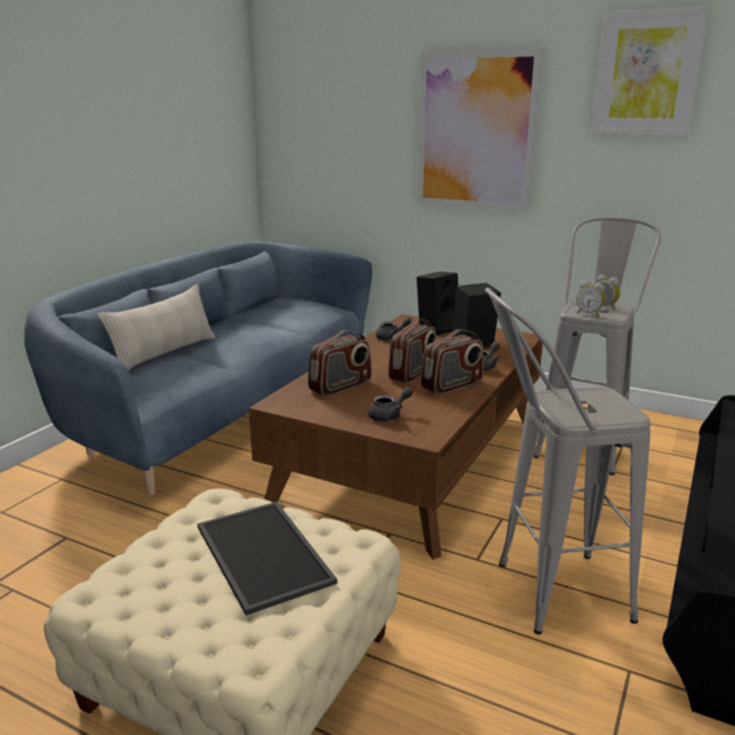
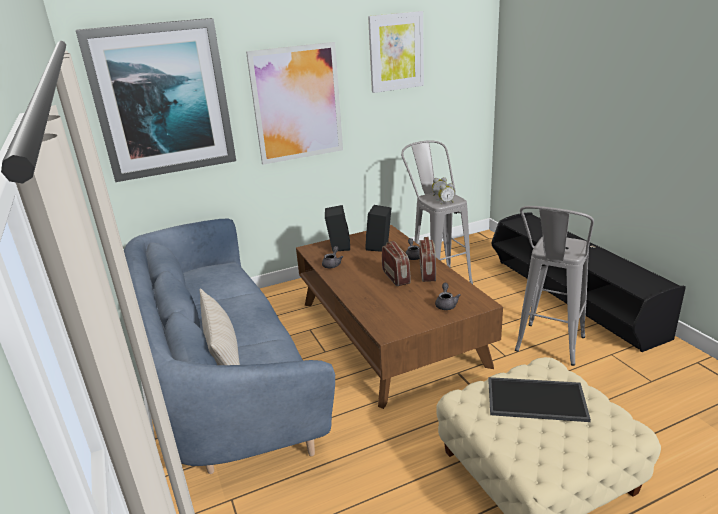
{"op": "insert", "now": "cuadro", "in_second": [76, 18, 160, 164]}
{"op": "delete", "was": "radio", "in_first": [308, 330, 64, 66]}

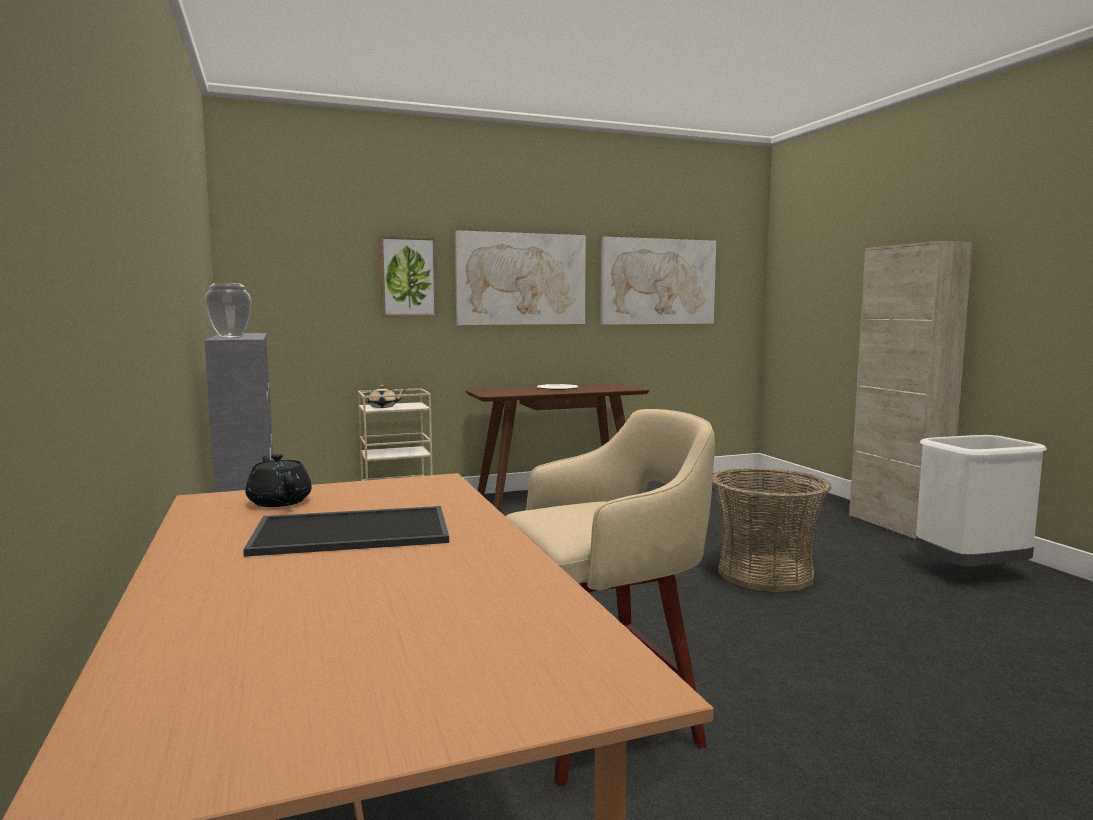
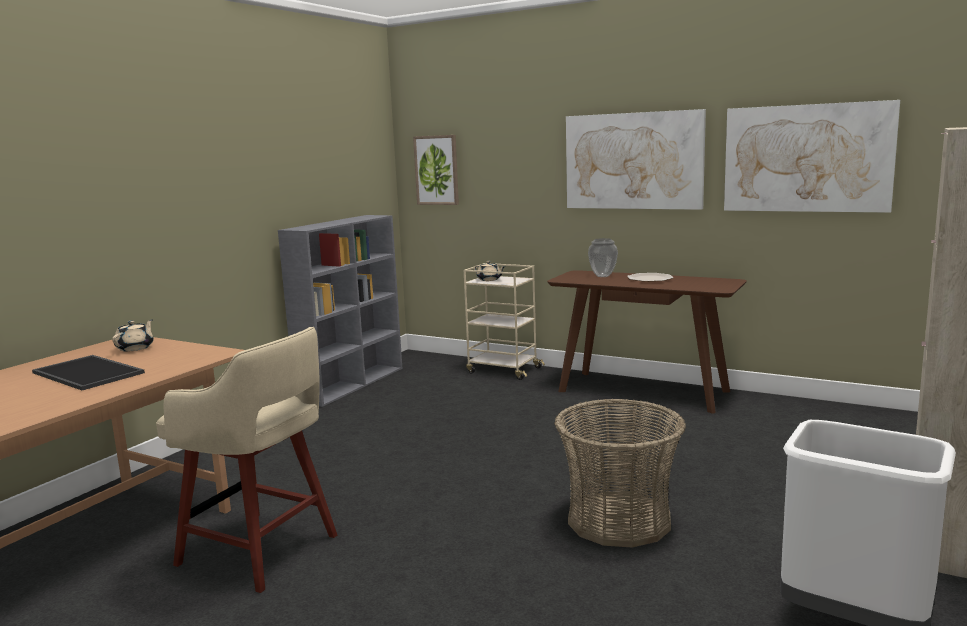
{"op": "recolor", "was": "tetera (negro)", "now": "tetera (beis)", "in_first": [245, 454, 67, 53], "in_second": [112, 319, 42, 32]}
{"op": "move", "was": "cuadro", "in_first": [379, 235, 59, 82], "in_second": [413, 135, 46, 70]}
{"op": "move", "was": "florero", "in_first": [205, 283, 47, 55], "in_second": [588, 238, 30, 39]}

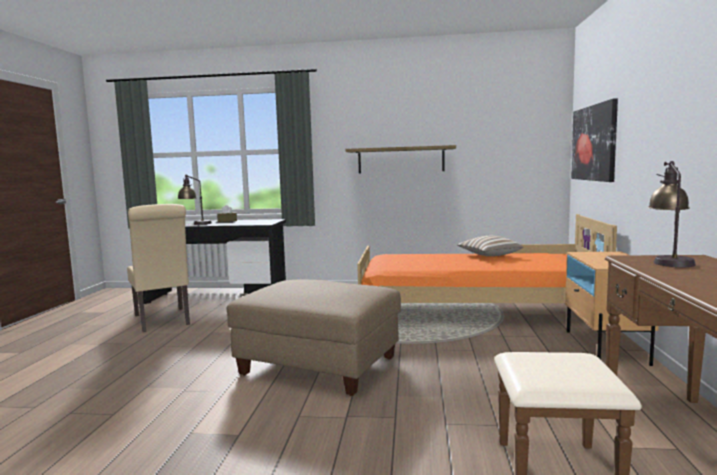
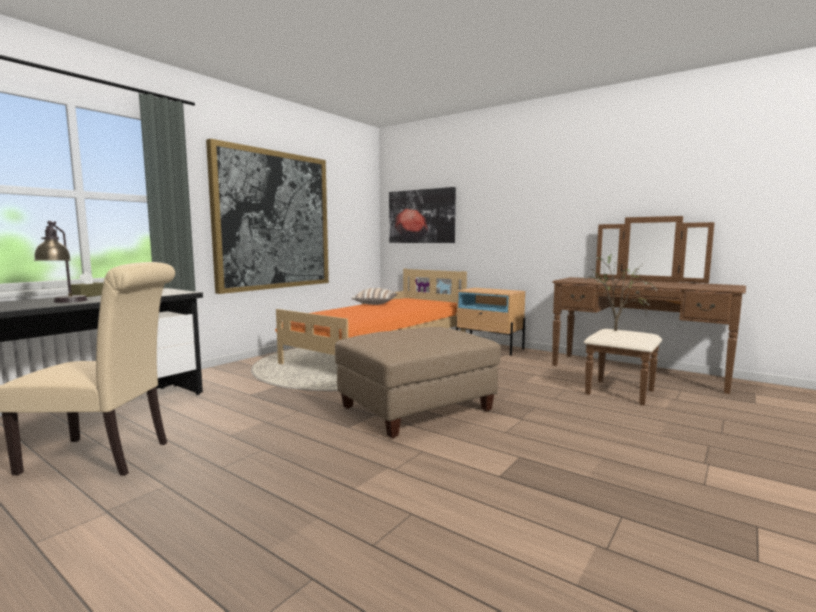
{"op": "replace", "was": "estante", "now": "cuadro", "in_first": [345, 145, 111, 29], "in_second": [206, 139, 123, 155]}
{"op": "insert", "now": "planta en maceta", "in_second": [581, 252, 76, 79]}
{"op": "delete", "was": "lámpara de mesa", "in_first": [648, 161, 48, 106]}

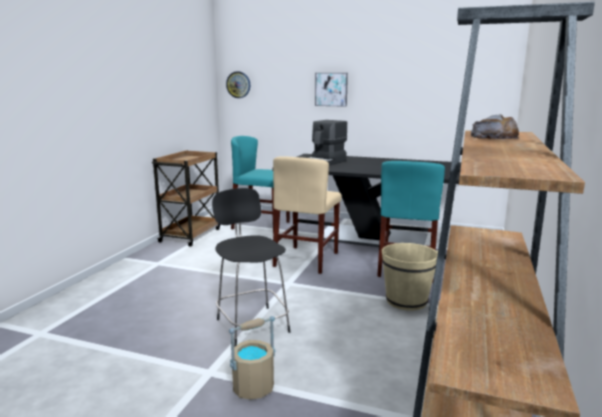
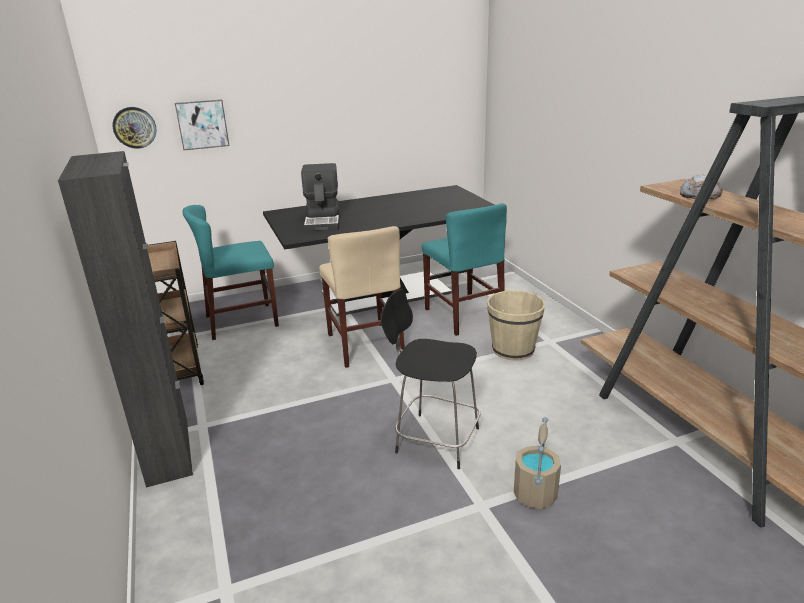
{"op": "insert", "now": "armario (negro)", "in_second": [58, 151, 135, 337]}
{"op": "move", "was": "cuadro", "in_first": [315, 73, 33, 34], "in_second": [175, 100, 54, 50]}

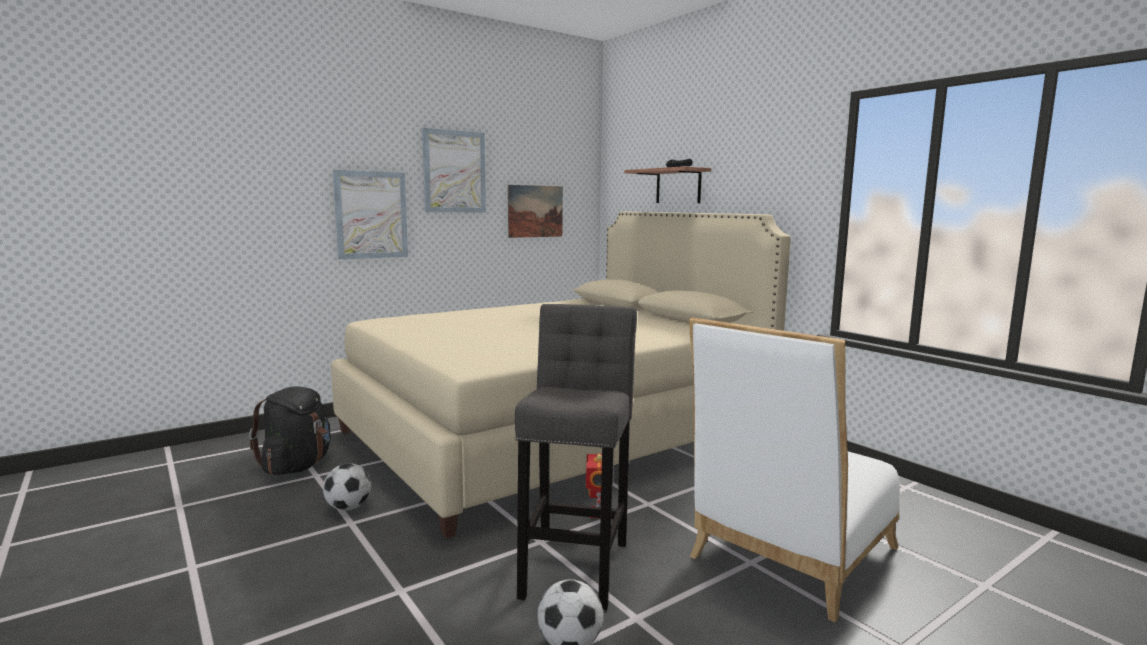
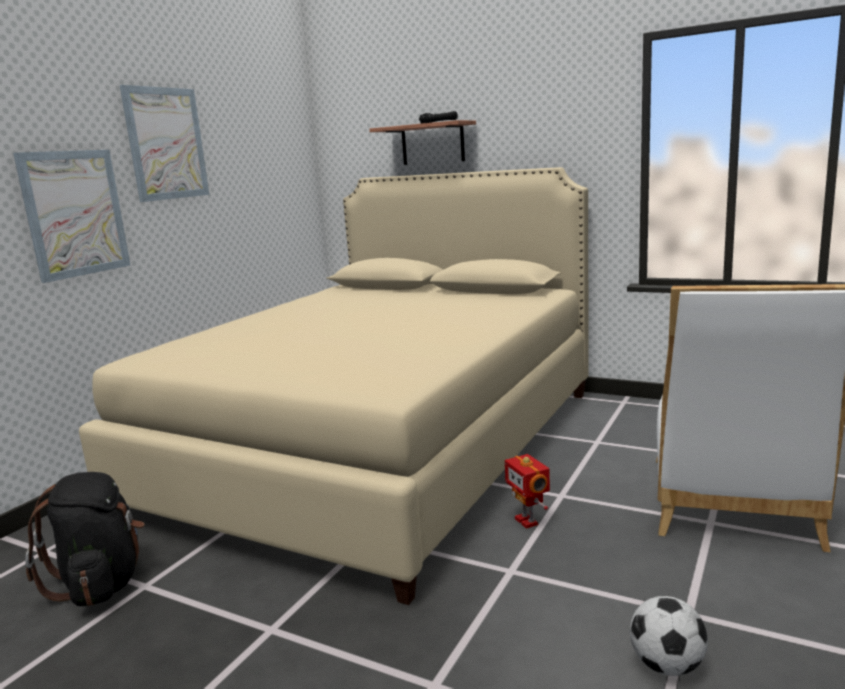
{"op": "delete", "was": "balón de fútbol", "in_first": [323, 463, 48, 47]}
{"op": "delete", "was": "cuadro", "in_first": [508, 185, 55, 53]}
{"op": "delete", "was": "taburete (gris)", "in_first": [515, 304, 122, 306]}

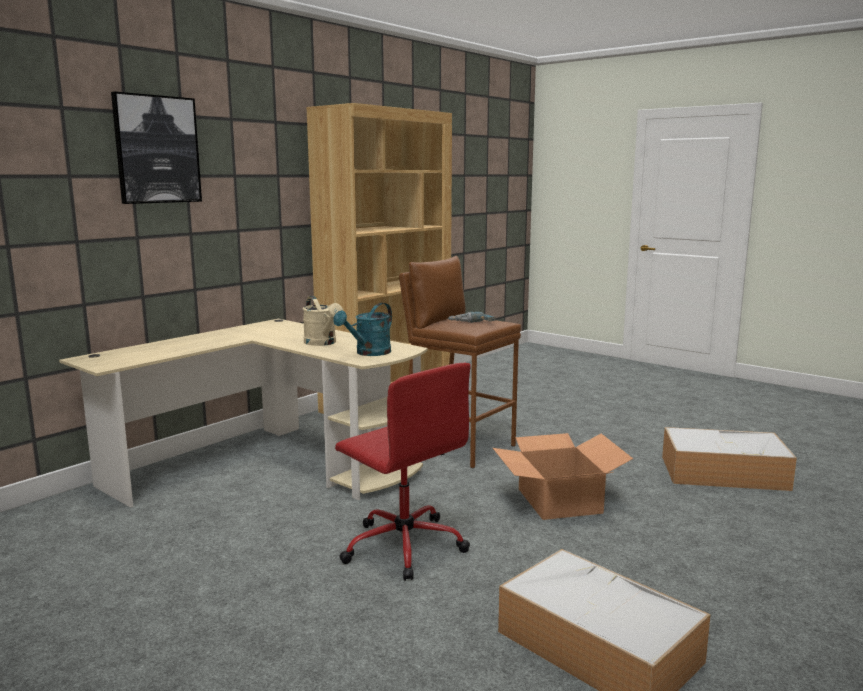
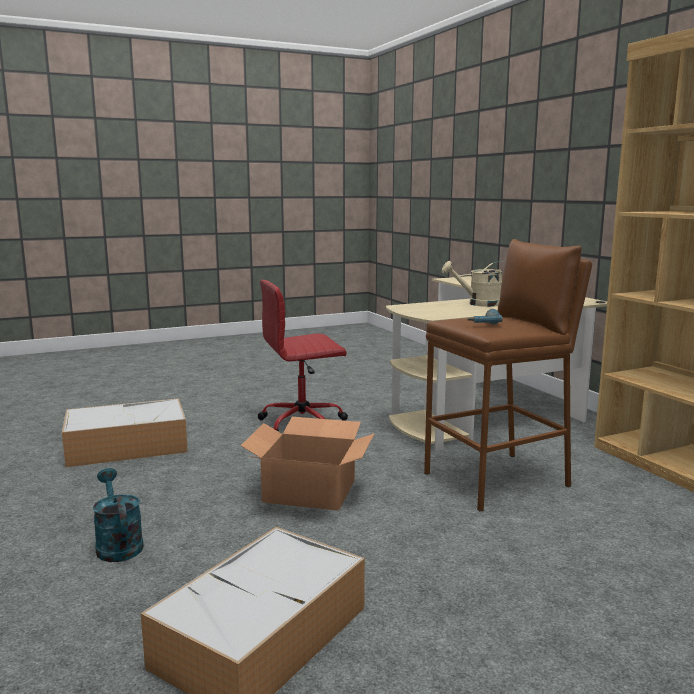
{"op": "move", "was": "regadera (turquesa)", "in_first": [333, 303, 59, 53], "in_second": [93, 468, 51, 94]}
{"op": "delete", "was": "cuadro", "in_first": [111, 92, 91, 112]}

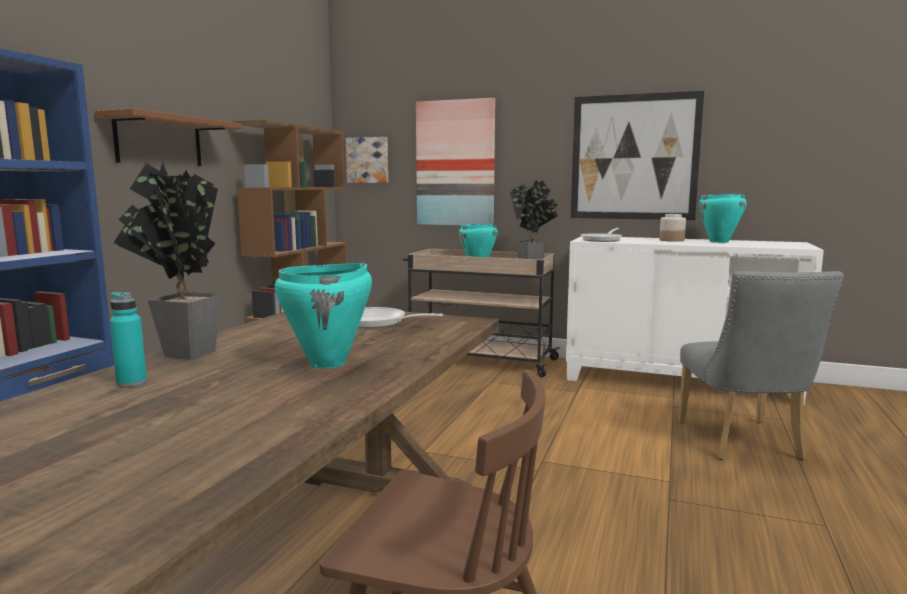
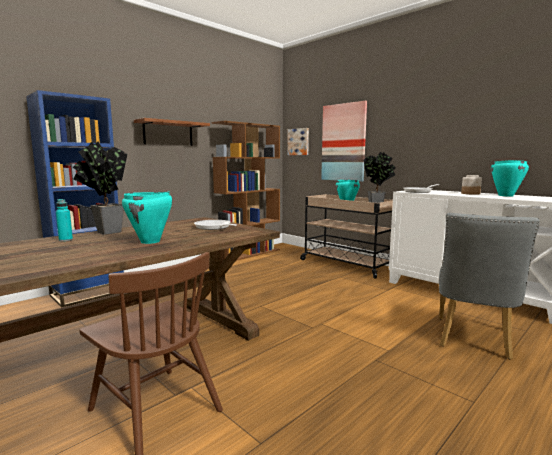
{"op": "delete", "was": "cuadro", "in_first": [571, 91, 133, 129]}

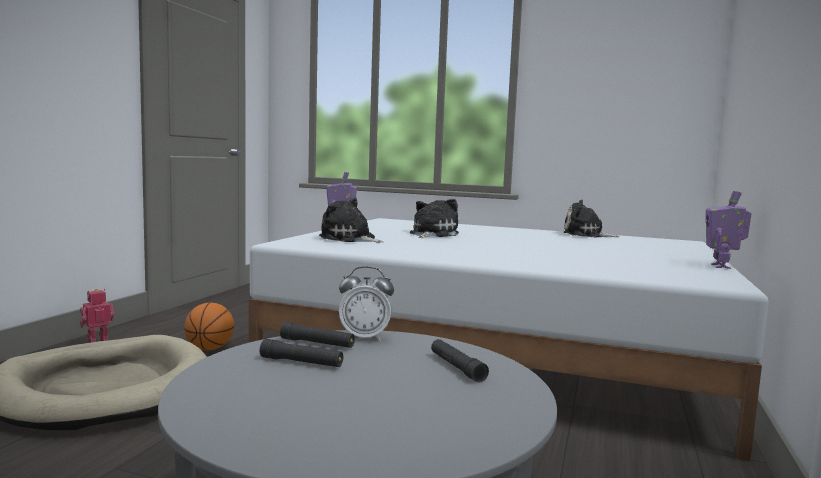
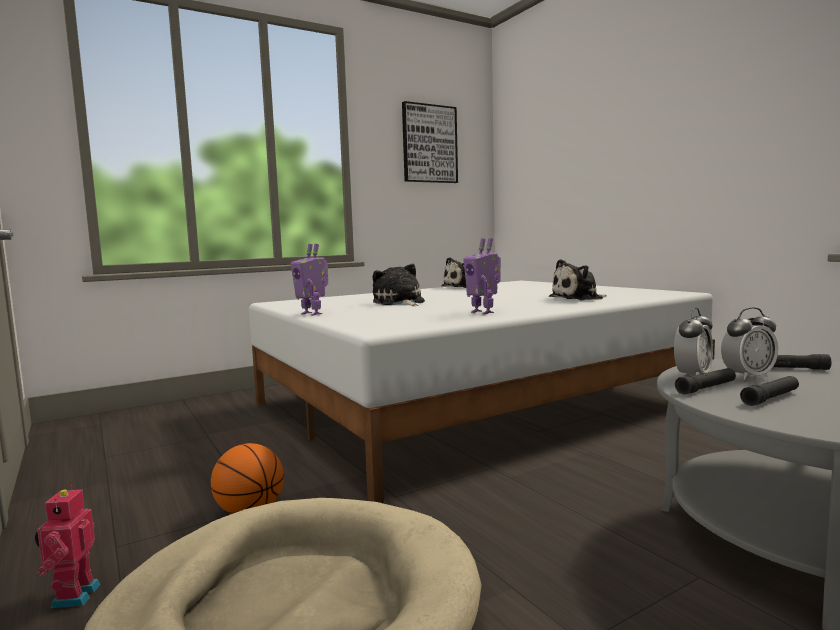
{"op": "insert", "now": "cuadro", "in_second": [402, 101, 56, 82]}
{"op": "move", "was": "robot de juguete", "in_first": [706, 191, 46, 78], "in_second": [463, 238, 38, 76]}
{"op": "move", "was": "peluche", "in_first": [319, 198, 65, 45], "in_second": [549, 259, 57, 41]}
{"op": "insert", "now": "despertador", "in_second": [721, 307, 57, 73]}

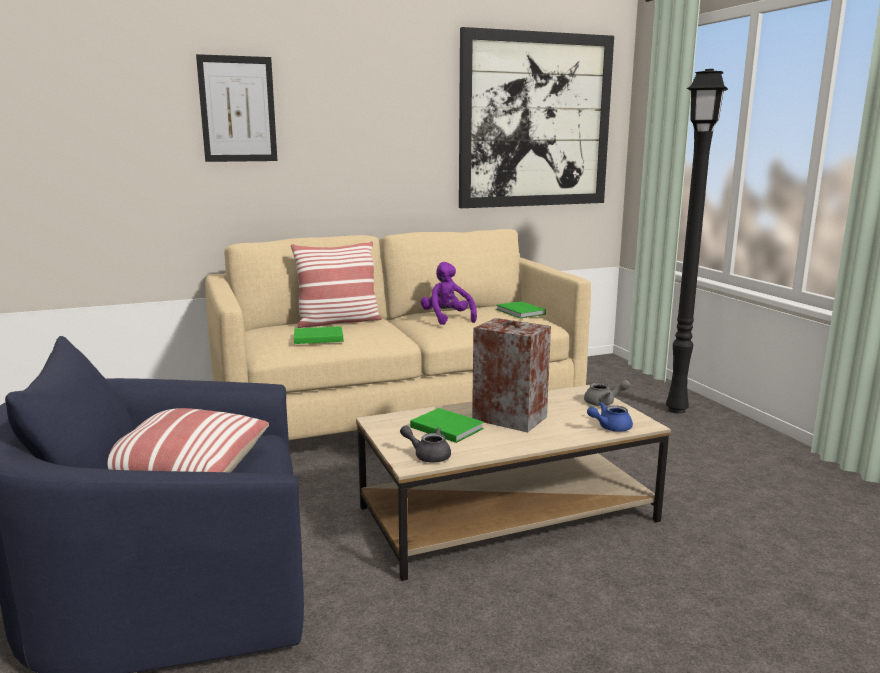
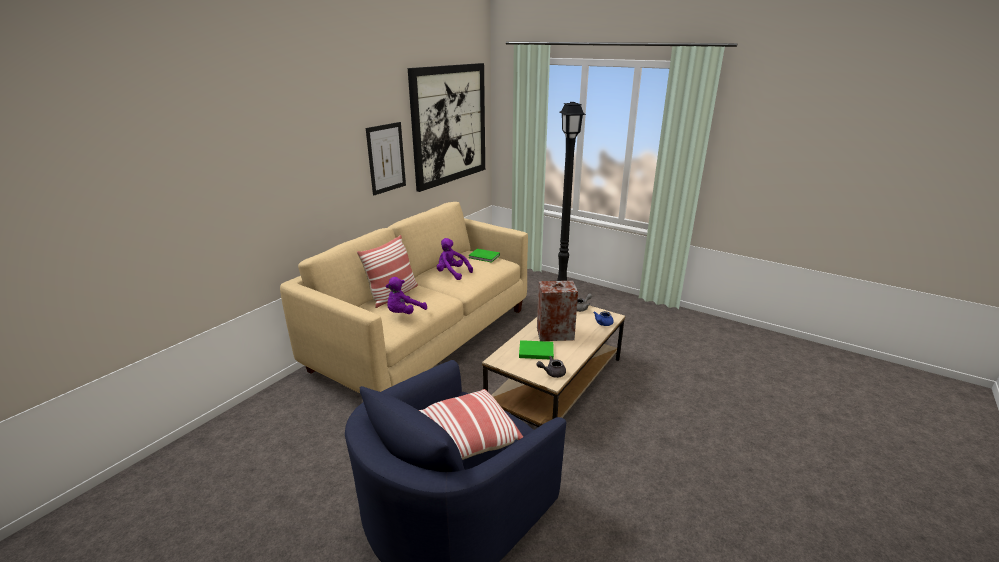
{"op": "move", "was": "cuadro", "in_first": [196, 54, 81, 108], "in_second": [366, 122, 40, 74]}
{"op": "replace", "was": "libro (verde)", "now": "peluche (morado)", "in_first": [294, 326, 50, 18], "in_second": [386, 277, 41, 37]}

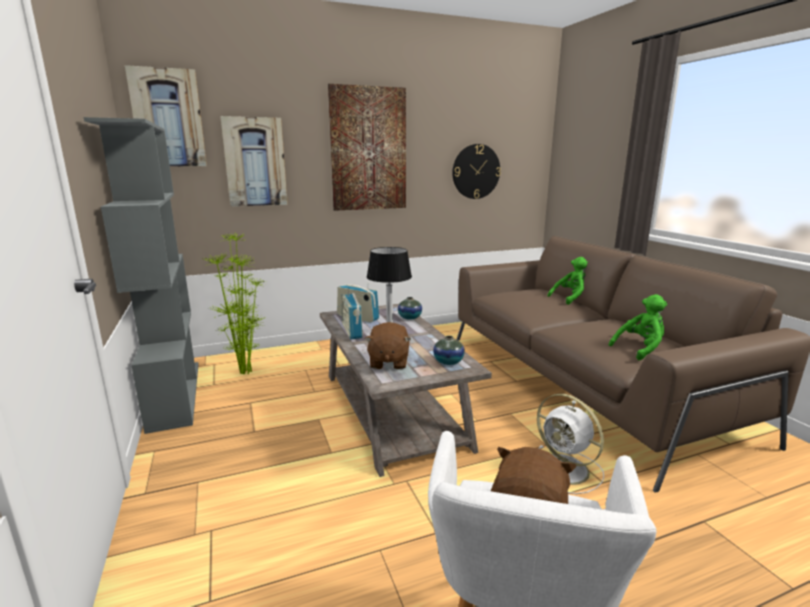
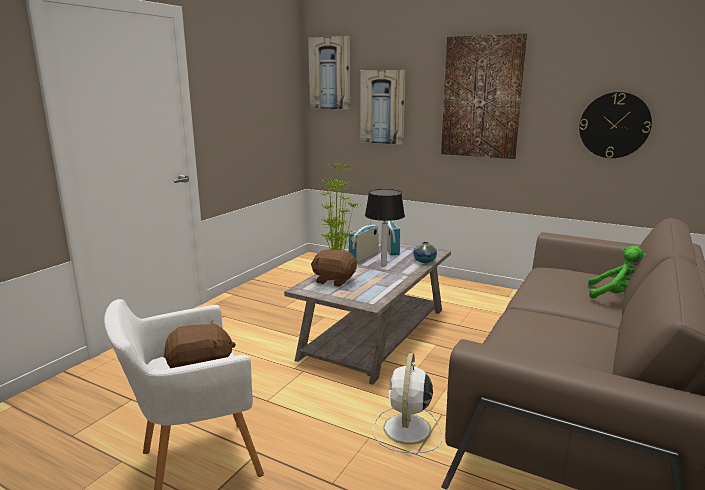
{"op": "rotate", "was": "peluche (marrón)", "in_first": [365, 322, 46, 48], "in_second": [311, 249, 46, 38], "clockwise": 60}
{"op": "delete", "was": "estantería (gris)", "in_first": [84, 117, 115, 317]}
{"op": "delete", "was": "florero", "in_first": [433, 336, 32, 29]}
{"op": "delete", "was": "peluche (verde)", "in_first": [609, 294, 58, 66]}

